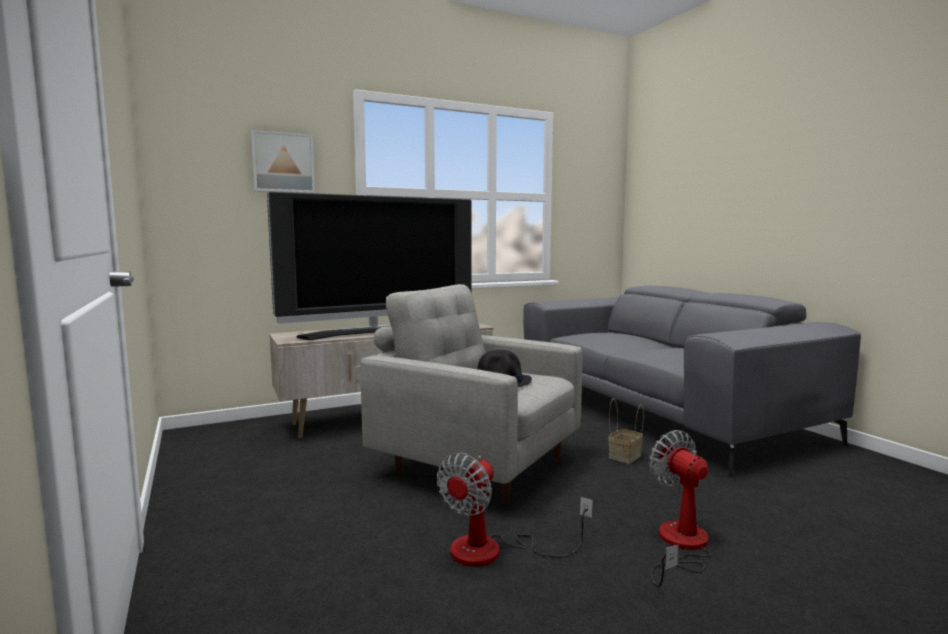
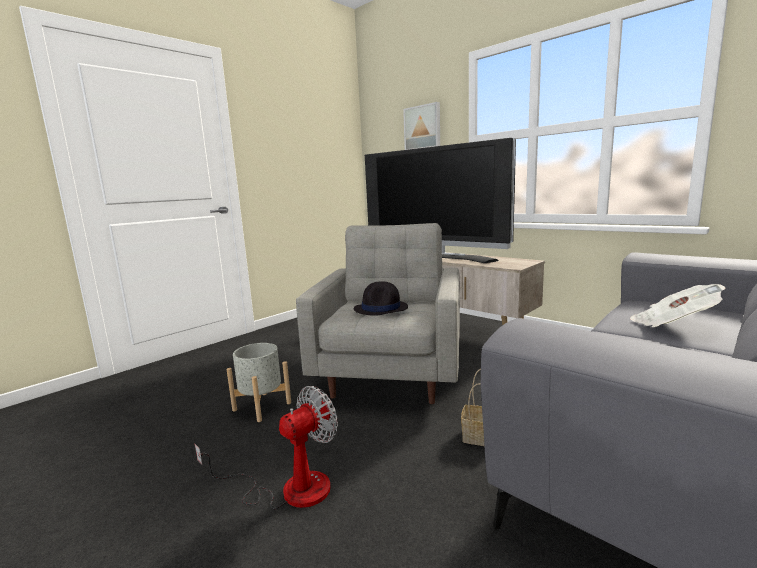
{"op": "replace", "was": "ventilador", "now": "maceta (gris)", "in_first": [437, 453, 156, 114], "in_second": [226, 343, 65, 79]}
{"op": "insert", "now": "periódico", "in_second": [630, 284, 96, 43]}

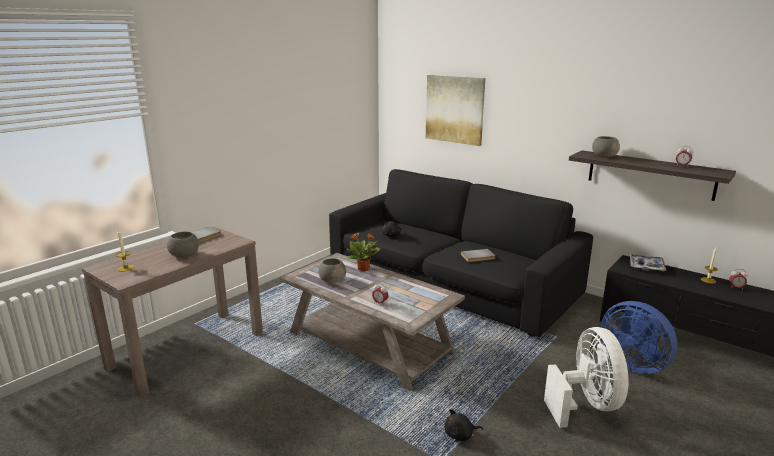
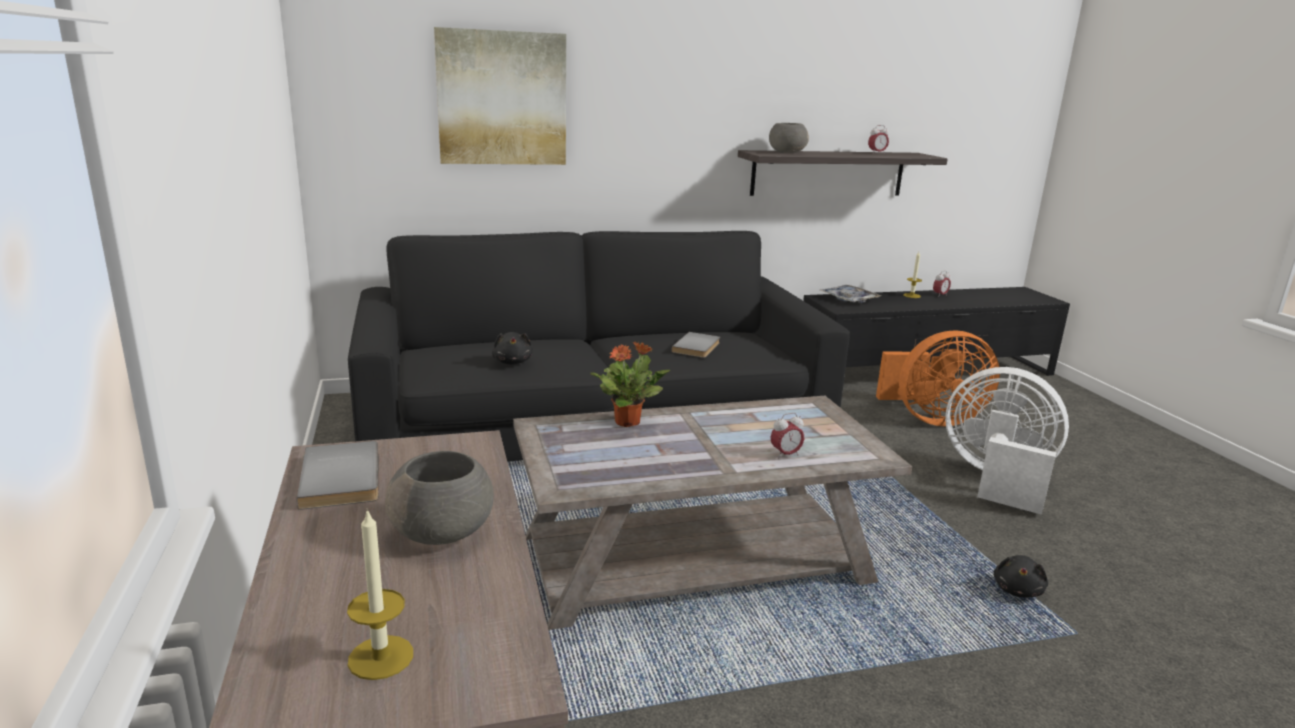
{"op": "recolor", "was": "ventilador (azul)", "now": "ventilador (naranja)", "in_first": [600, 301, 77, 73], "in_second": [876, 330, 124, 96]}
{"op": "delete", "was": "cuenco (gris)", "in_first": [318, 258, 28, 25]}

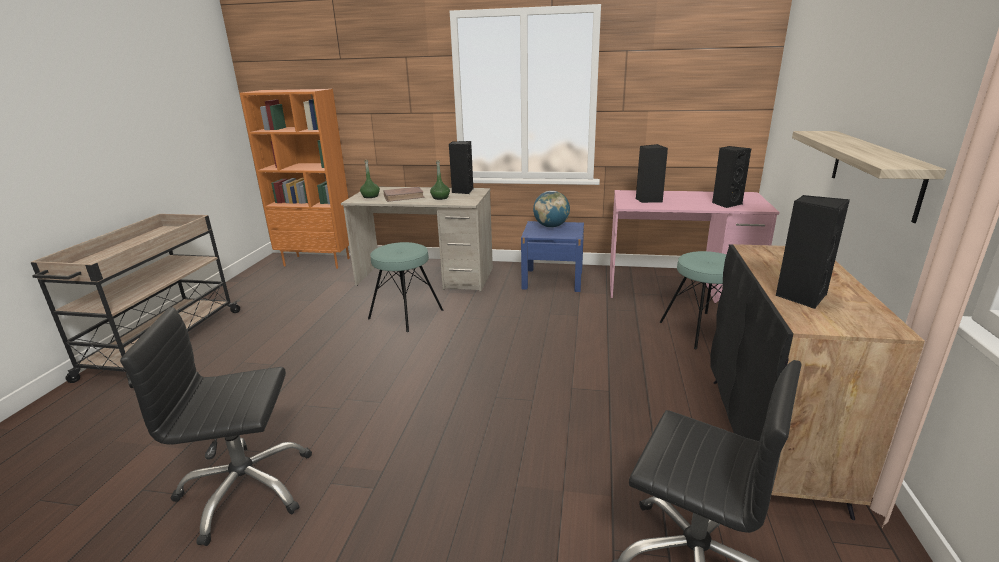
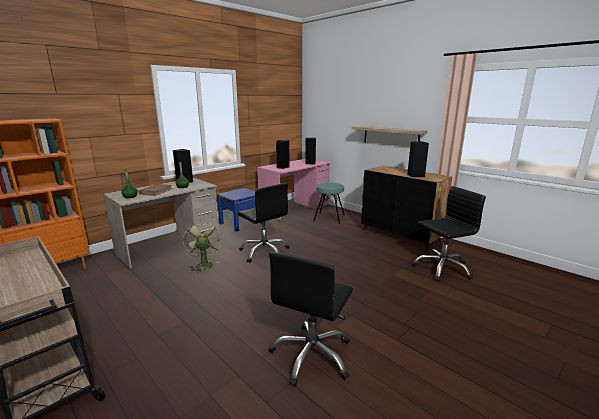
{"op": "replace", "was": "taburete (turquesa)", "now": "ventilador (verde)", "in_first": [368, 242, 75, 90], "in_second": [183, 222, 39, 51]}
{"op": "insert", "now": "silla de oficina (negro)", "in_second": [238, 183, 52, 80]}
{"op": "delete", "was": "globo terráqueo", "in_first": [533, 191, 37, 37]}

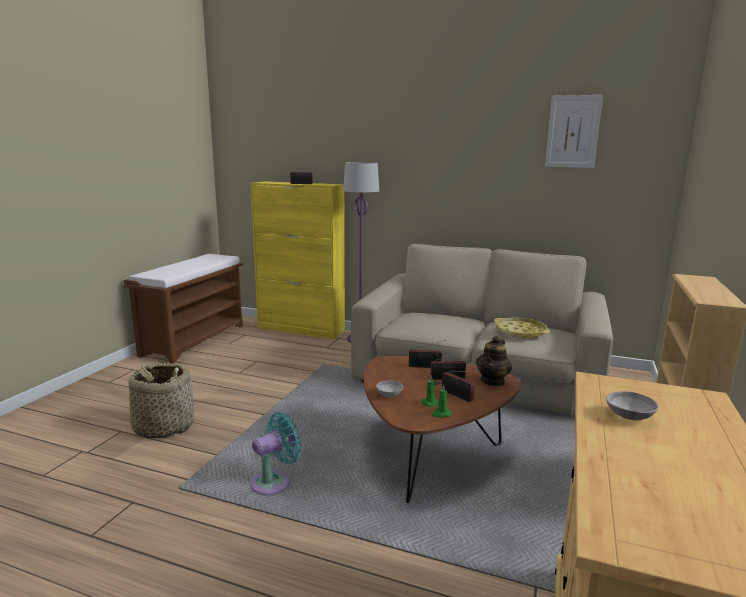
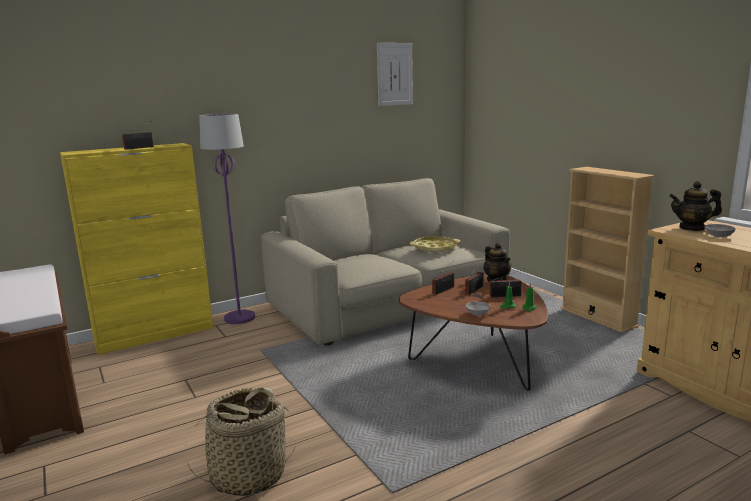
{"op": "insert", "now": "tetera", "in_second": [669, 181, 53, 50]}
{"op": "delete", "was": "ventilador (turquesa)", "in_first": [250, 412, 52, 83]}

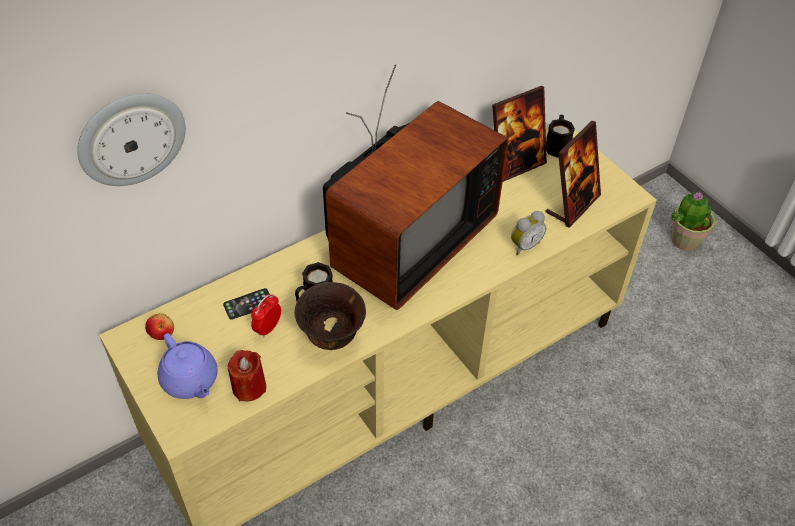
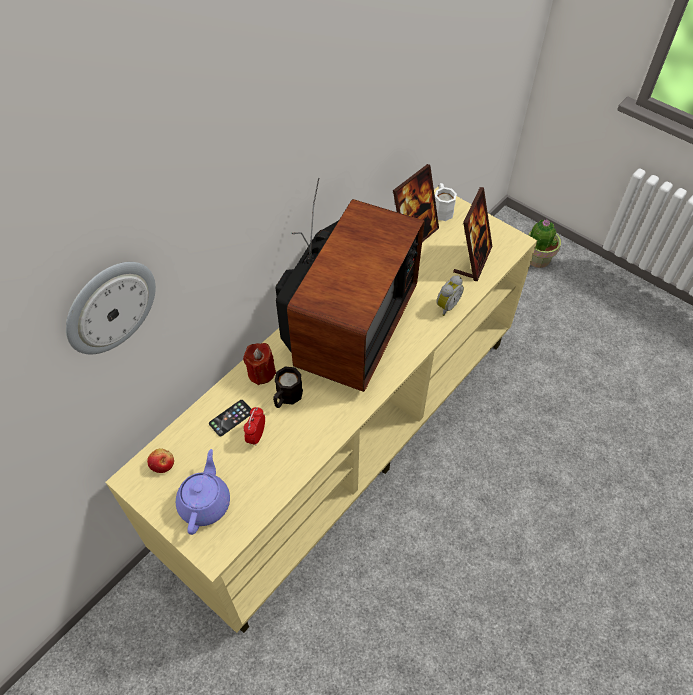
{"op": "rotate", "was": "tetera (morado)", "in_first": [158, 333, 60, 66], "in_second": [176, 449, 54, 86], "clockwise": -120}
{"op": "move", "was": "vela (rojo)", "in_first": [227, 350, 39, 51], "in_second": [243, 343, 33, 42]}
{"op": "recolor", "was": "taza grande (negro)", "now": "taza grande (blanco)", "in_first": [546, 115, 29, 43], "in_second": [435, 183, 22, 38]}
{"op": "delete", "was": "cuenco (marrón)", "in_first": [294, 282, 72, 68]}

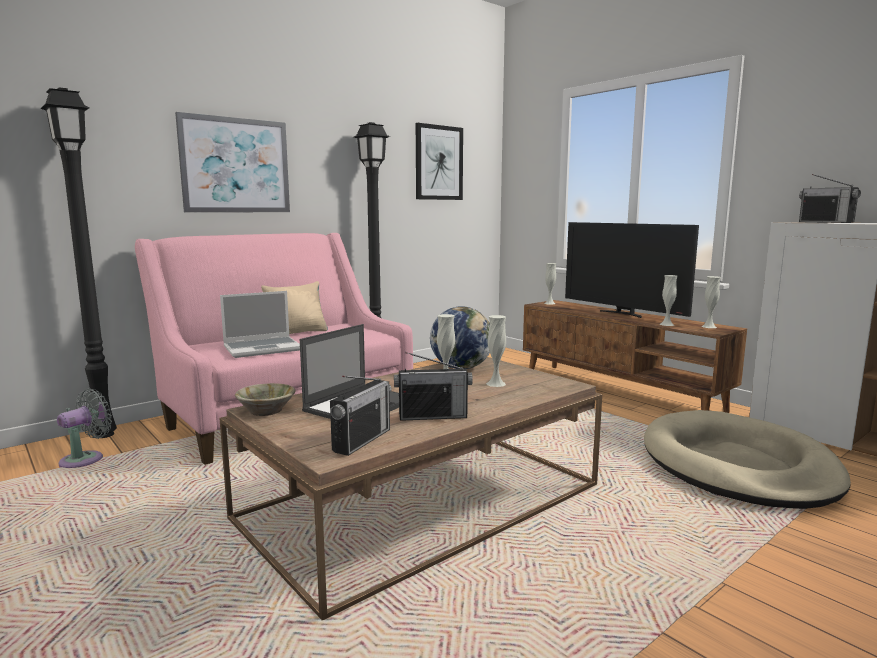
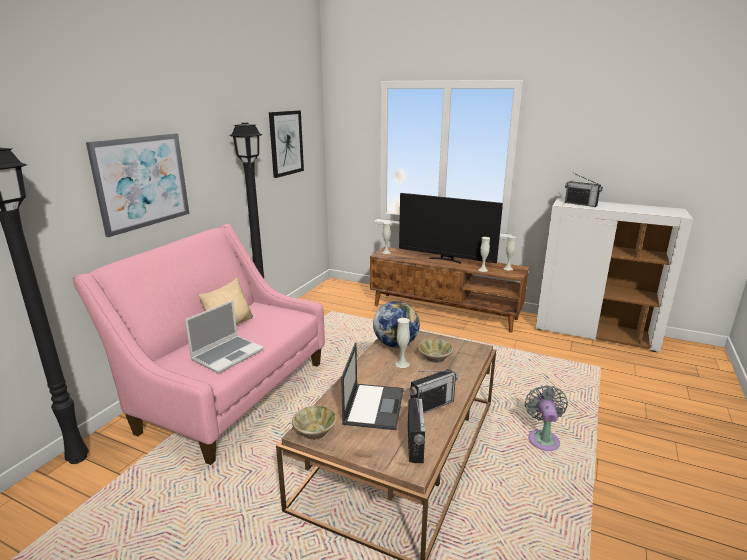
{"op": "replace", "was": "florero (blanco)", "now": "cuenco (beis)", "in_first": [486, 315, 20, 72], "in_second": [418, 339, 36, 24]}
{"op": "move", "was": "ventilador (gris)", "in_first": [57, 388, 55, 80], "in_second": [525, 385, 43, 66]}
{"op": "delete", "was": "cama para perro (beis)", "in_first": [644, 410, 207, 99]}

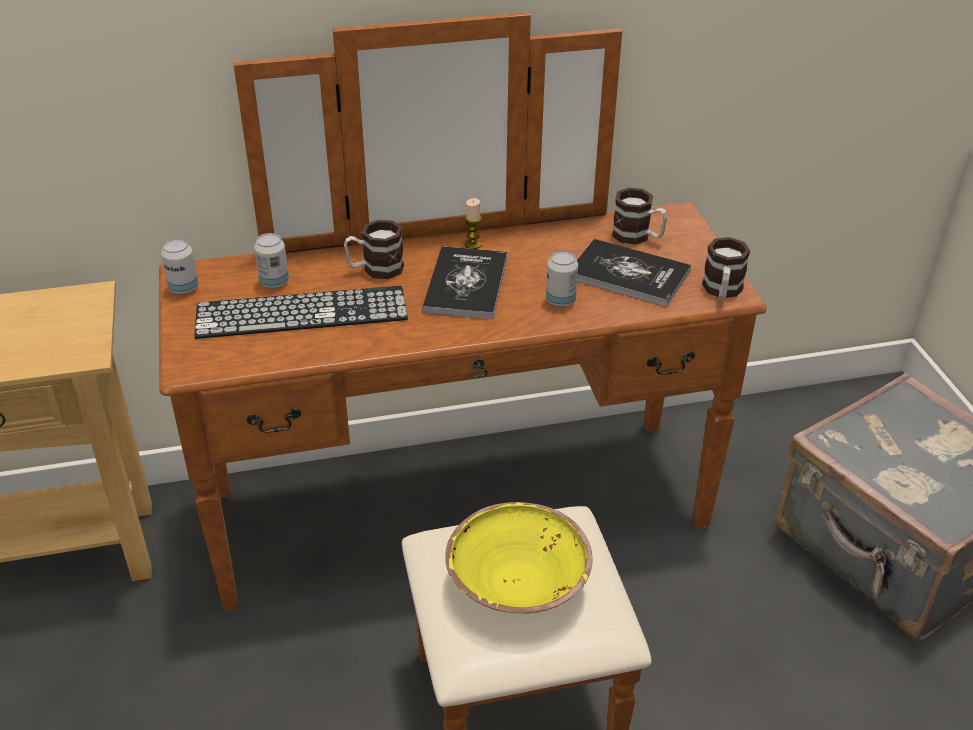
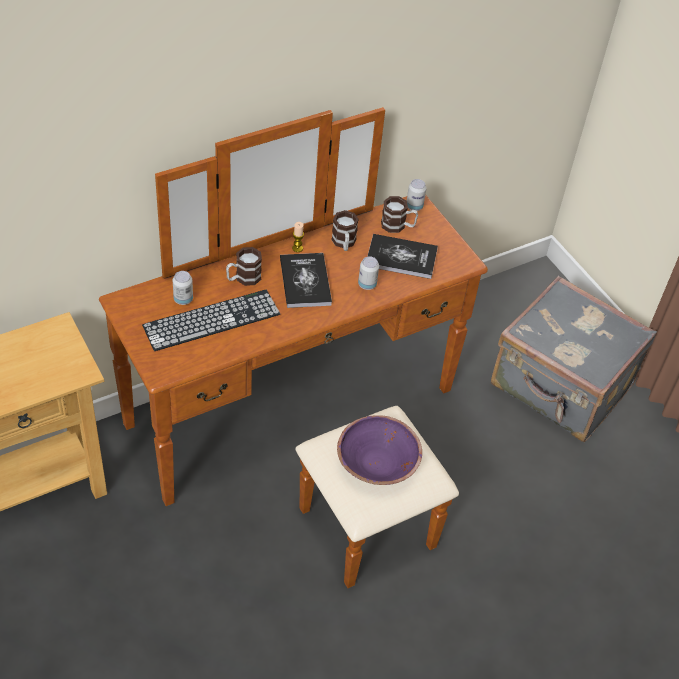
{"op": "move", "was": "taza grande", "in_first": [702, 237, 48, 63], "in_second": [331, 210, 28, 41]}
{"op": "recolor", "was": "cuenco (amarillo)", "now": "cuenco (morado)", "in_first": [445, 502, 148, 111], "in_second": [337, 415, 85, 70]}
{"op": "move", "was": "lata", "in_first": [161, 239, 37, 56], "in_second": [407, 179, 19, 32]}

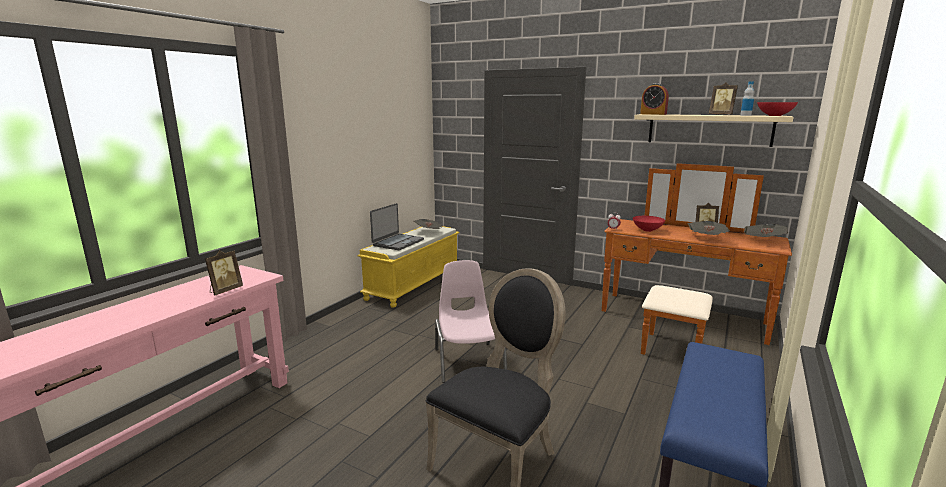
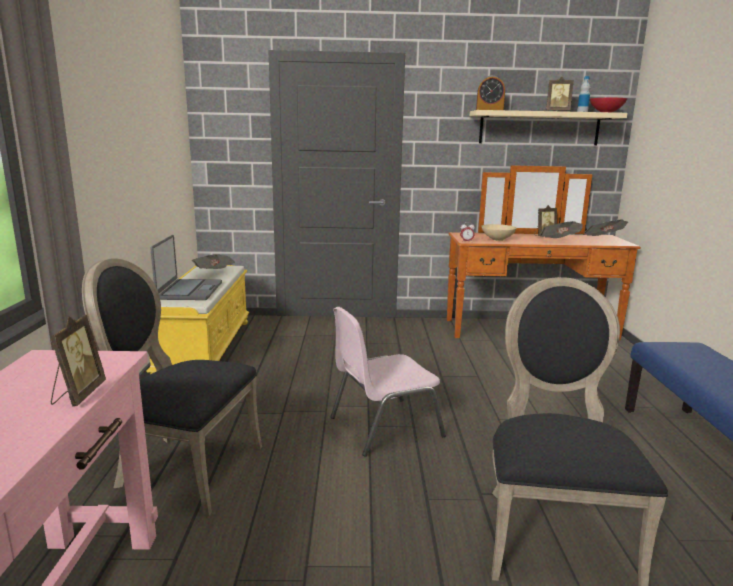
{"op": "insert", "now": "silla (negro)", "in_second": [82, 258, 180, 258]}
{"op": "rotate", "was": "silla (rosa)", "in_first": [435, 260, 72, 123], "in_second": [331, 307, 115, 150], "clockwise": -75}
{"op": "recolor", "was": "cuenco (rojo)", "now": "cuenco (beis)", "in_first": [633, 216, 32, 16], "in_second": [481, 224, 36, 17]}

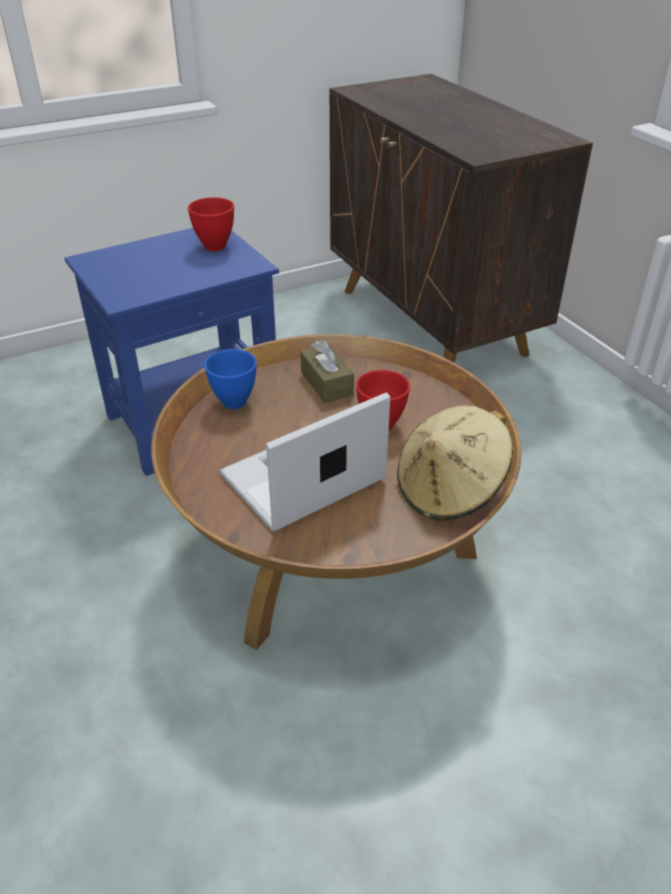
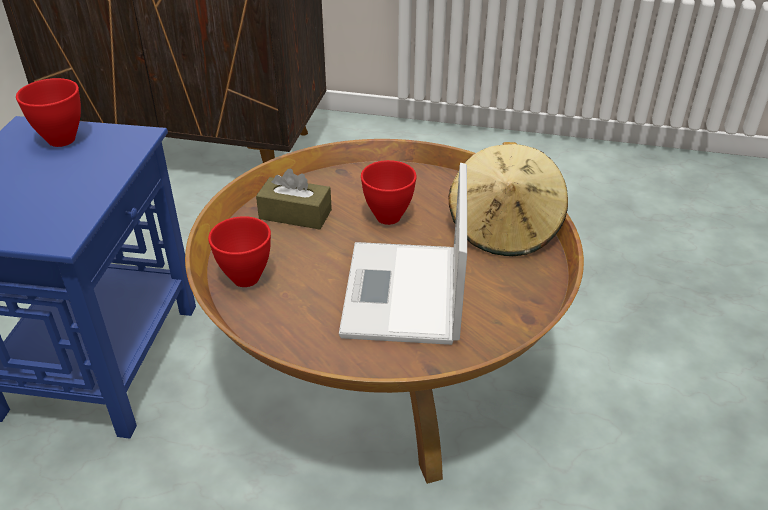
{"op": "recolor", "was": "cuenco (azul)", "now": "cuenco (rojo)", "in_first": [204, 349, 53, 60], "in_second": [208, 216, 63, 71]}

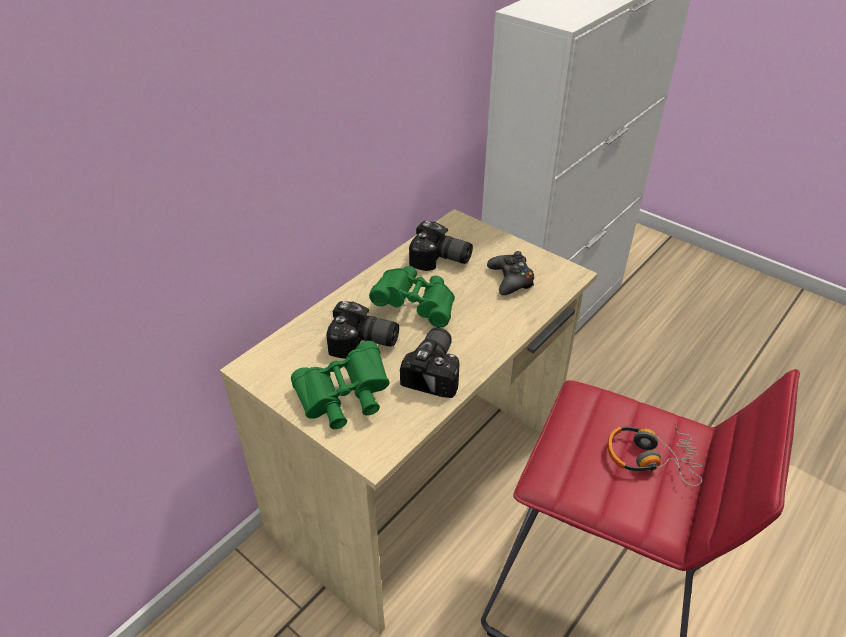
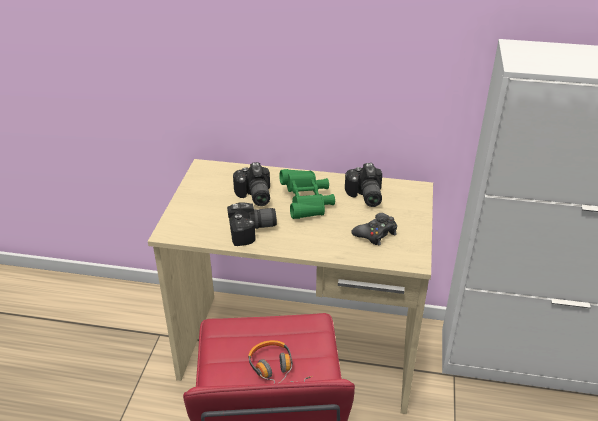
{"op": "delete", "was": "prismáticos (verde)", "in_first": [291, 341, 99, 88]}

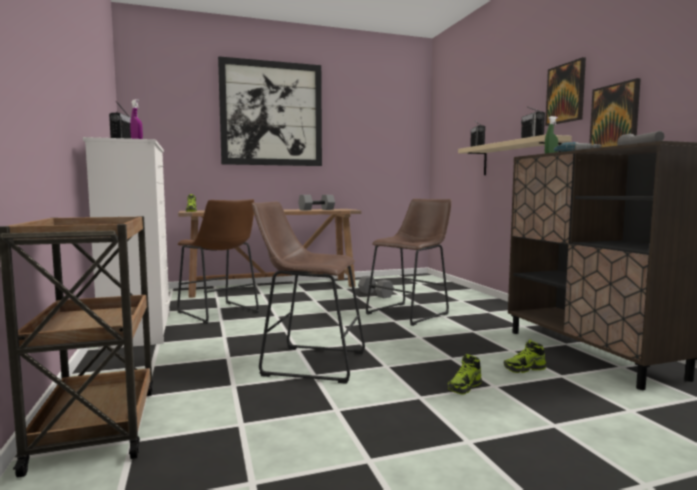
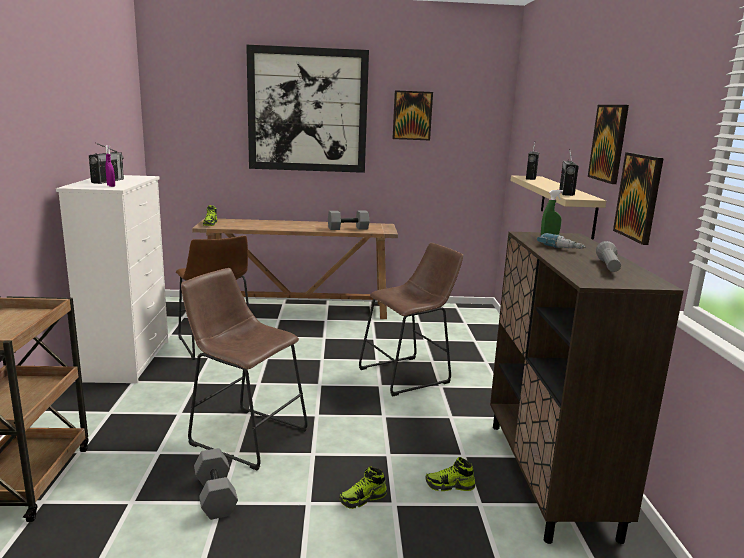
{"op": "move", "was": "mancuerna (gris)", "in_first": [358, 276, 36, 22], "in_second": [194, 448, 44, 72]}
{"op": "insert", "now": "cuadro", "in_second": [392, 90, 41, 50]}

